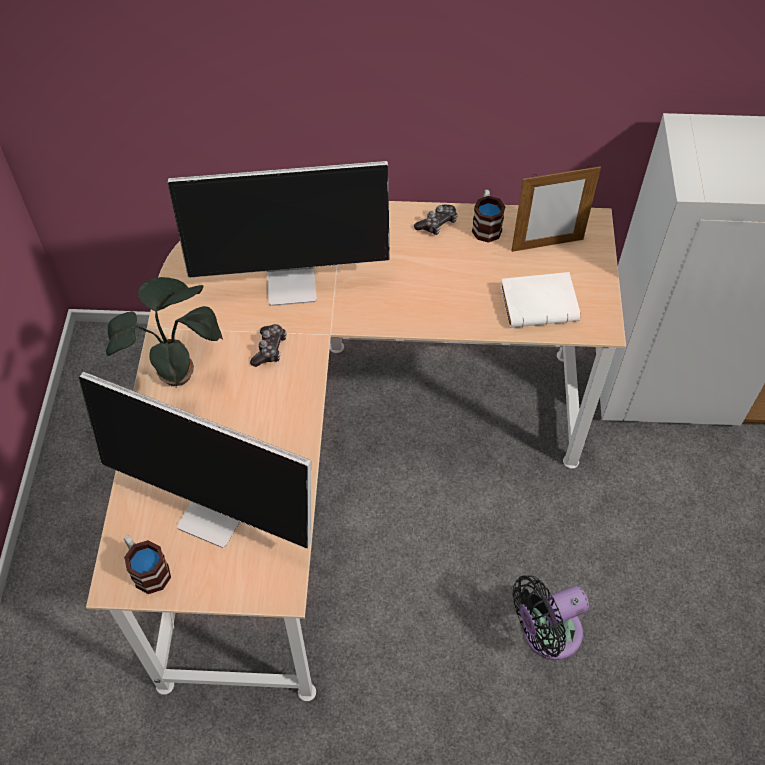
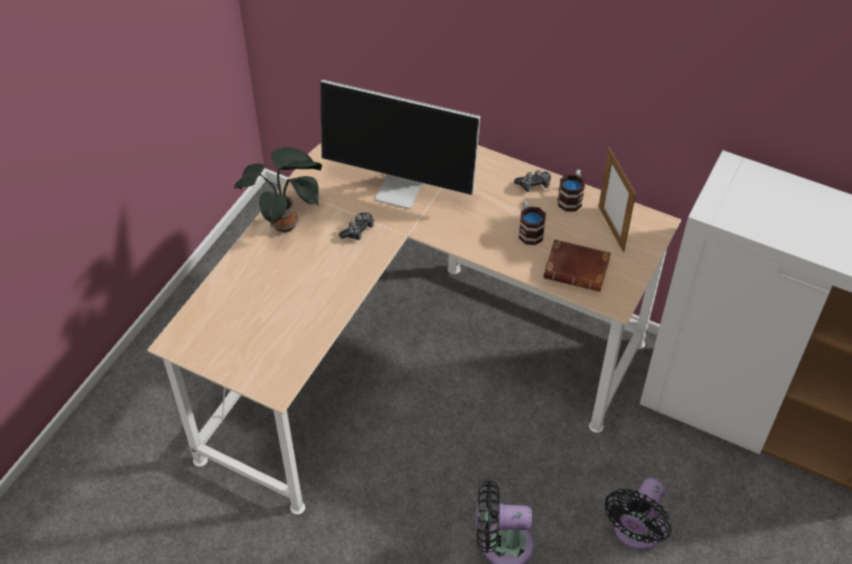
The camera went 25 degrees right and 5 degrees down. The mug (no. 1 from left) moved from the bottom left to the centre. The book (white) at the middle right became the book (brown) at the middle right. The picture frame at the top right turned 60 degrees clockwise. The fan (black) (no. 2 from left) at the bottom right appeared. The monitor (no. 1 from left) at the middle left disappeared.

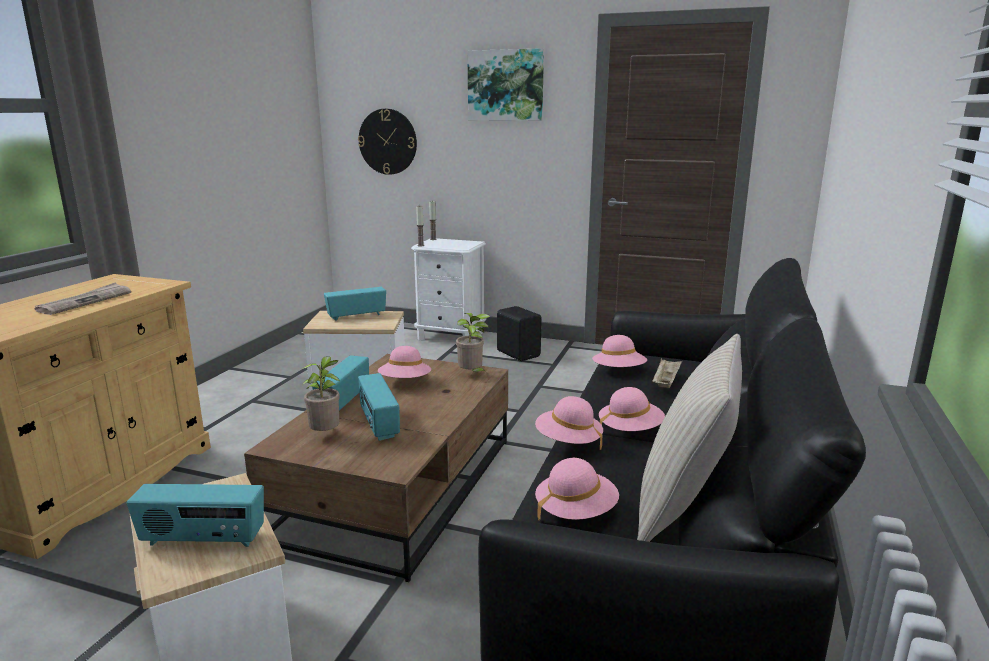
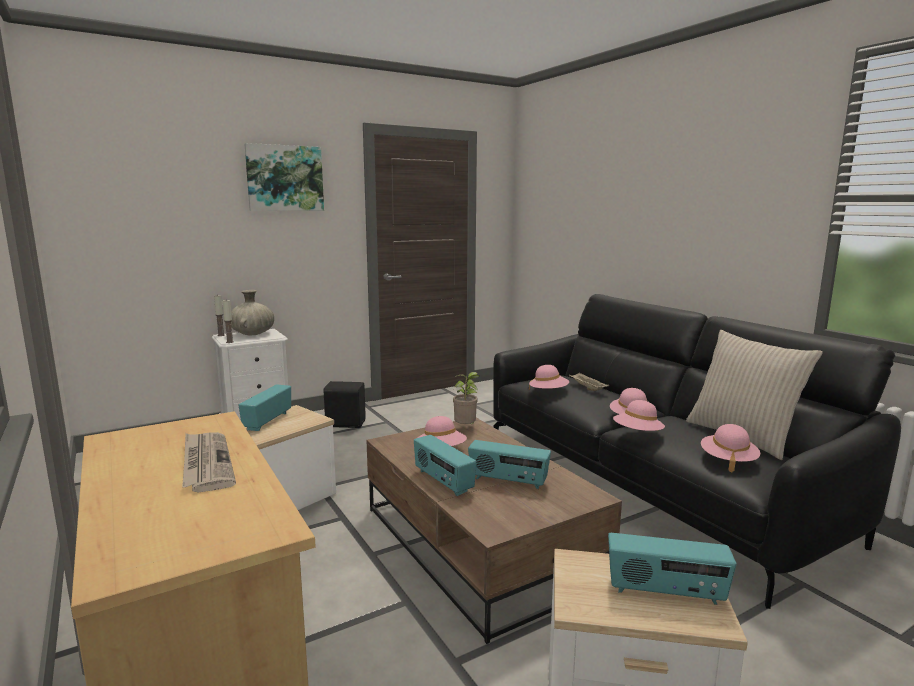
The camera went 50 degrees left and 5 degrees down. The vase (beige) at the middle left appeared. The radio (no. 1 from left in the first image) at the bottom left turned 60 degrees clockwise. The potted plant (no. 1 from left) at the middle left disappeared. The wall clock at the top centre disappeared.

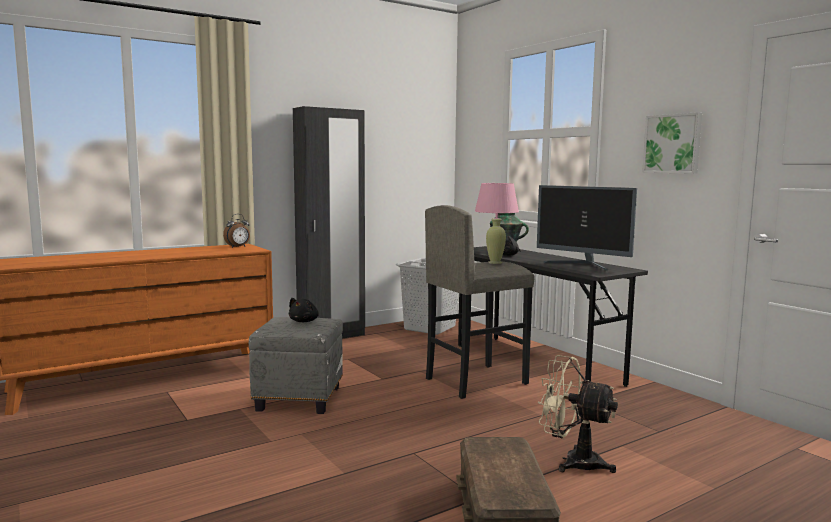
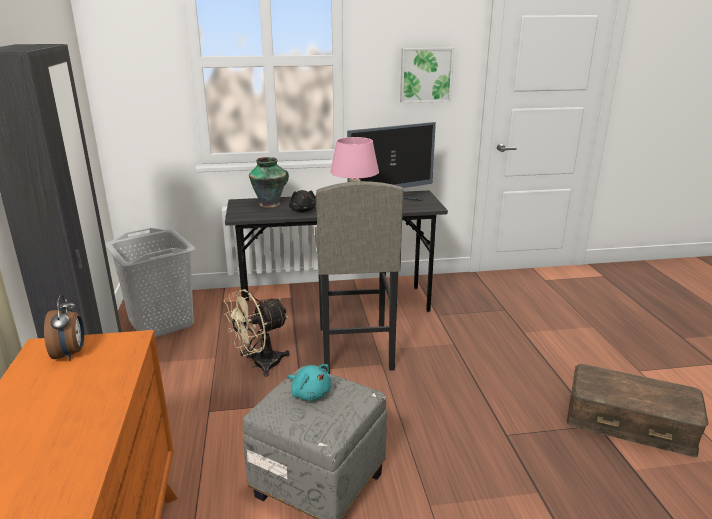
The camera went 65 degrees left and 15 degrees up. The fan (beige) moved from the bottom right to the centre. The plush toy (black) (no. 1 from left) at the centre became the plush toy (turquoise) at the bottom centre.

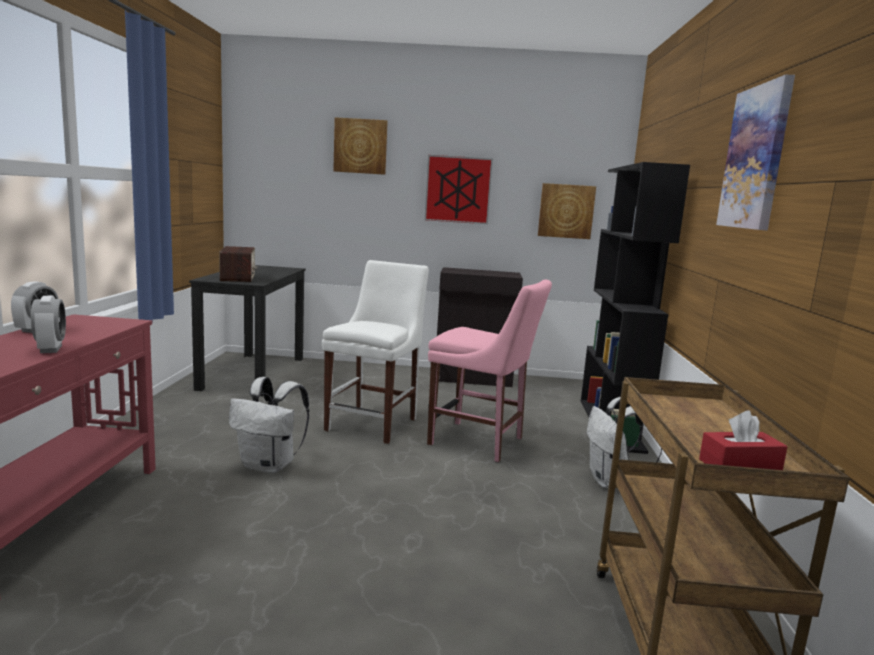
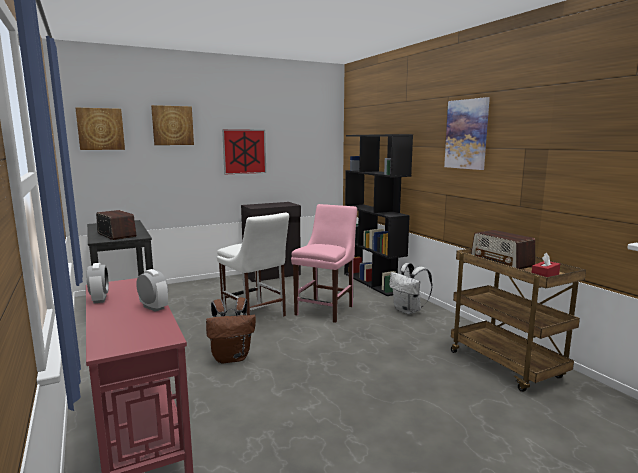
The camera went 30 degrees left and 0 degrees up. The picture (no. 3 from left in the first image) moved from the top centre to the top left. The backpack (white) (no. 1 from left) at the middle left became the backpack (brown) at the bottom centre. The chair (white) at the centre turned 150 degrees clockwise. The chair (pink) at the centre turned 60 degrees counterclockwise. The radio (no. 2 from left) at the middle right appeared.

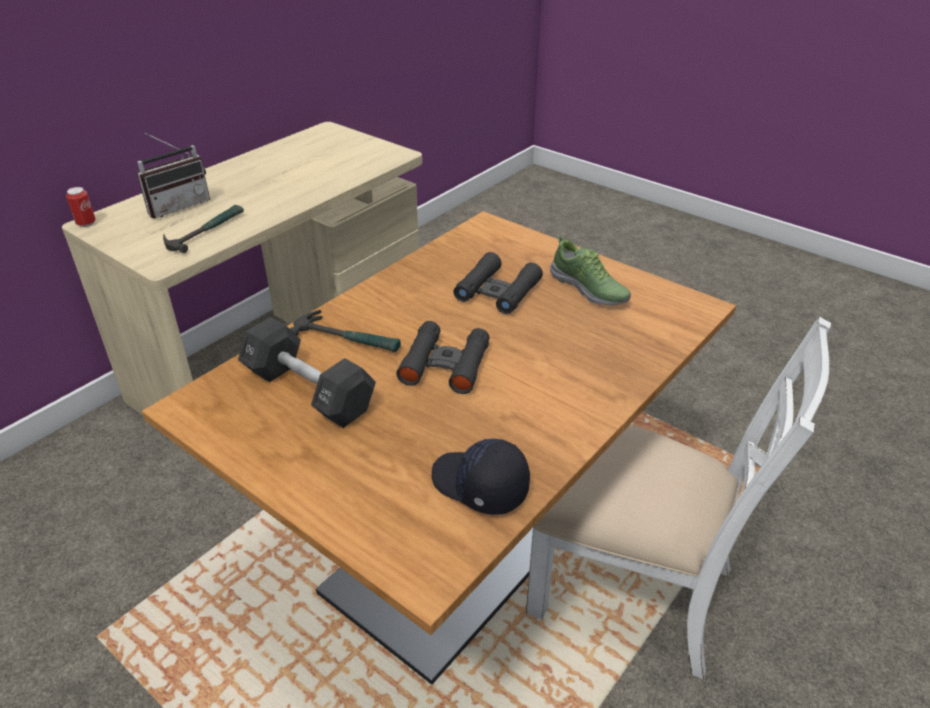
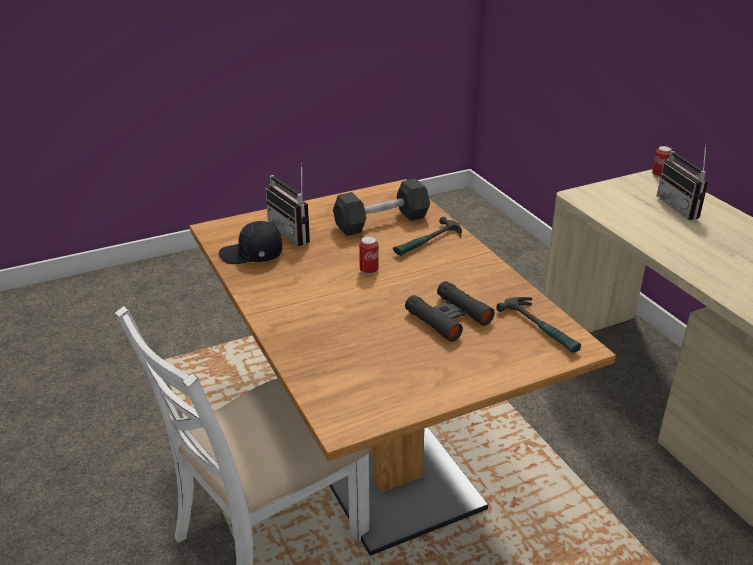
The camera went 115 degrees right and 5 degrees down. The cap (black) at the bottom centre turned 150 degrees counterclockwise. The radio (no. 1 from left) at the centre appeared. The binoculars (black) (no. 1 from left) at the centre was replaced by the can (no. 1 from left) at the centre. The hammer (no. 1 from left in the first image) moved from the top left to the middle right. The shoe at the centre disappeared.

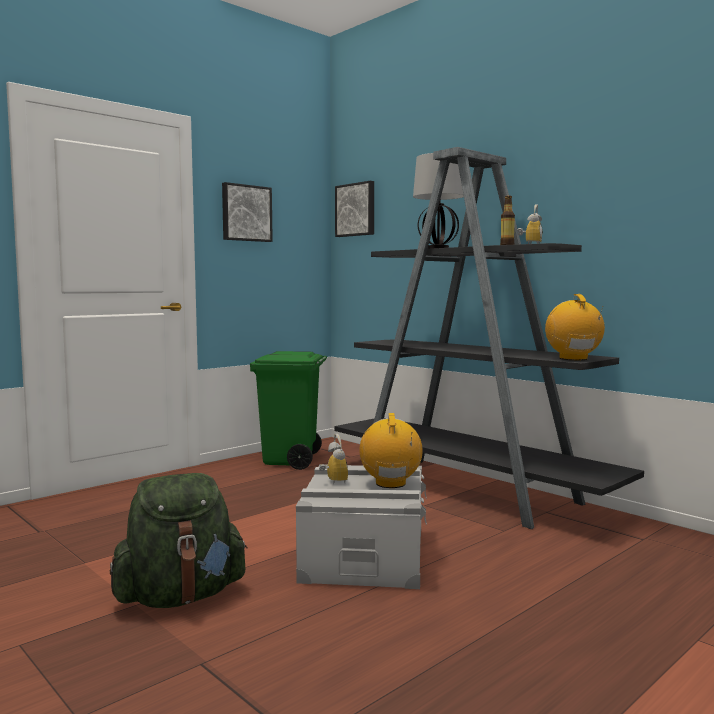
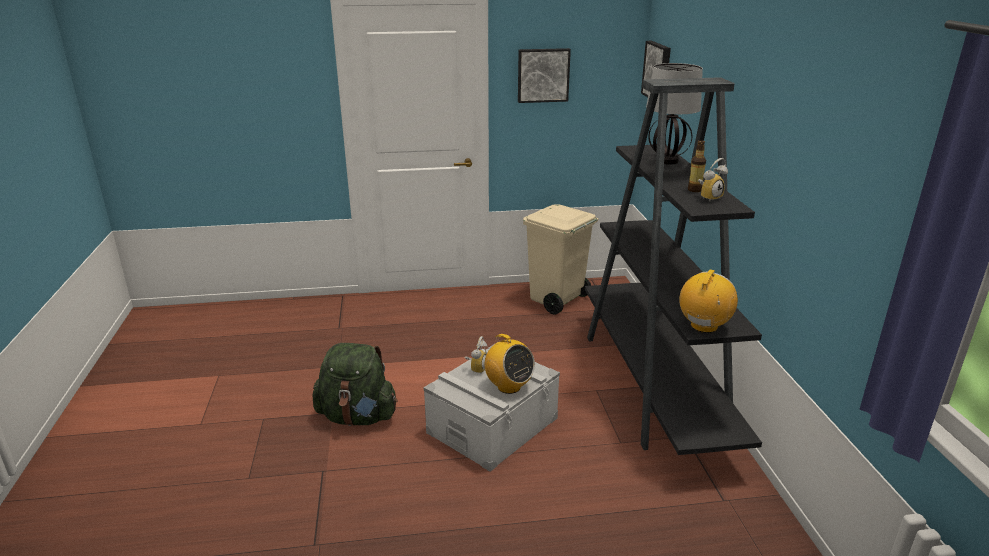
The camera went 35 degrees right and 20 degrees up. The radio (no. 1 from left) at the centre turned 105 degrees clockwise. The trash can (green) at the centre became the trash can (beige) at the centre.

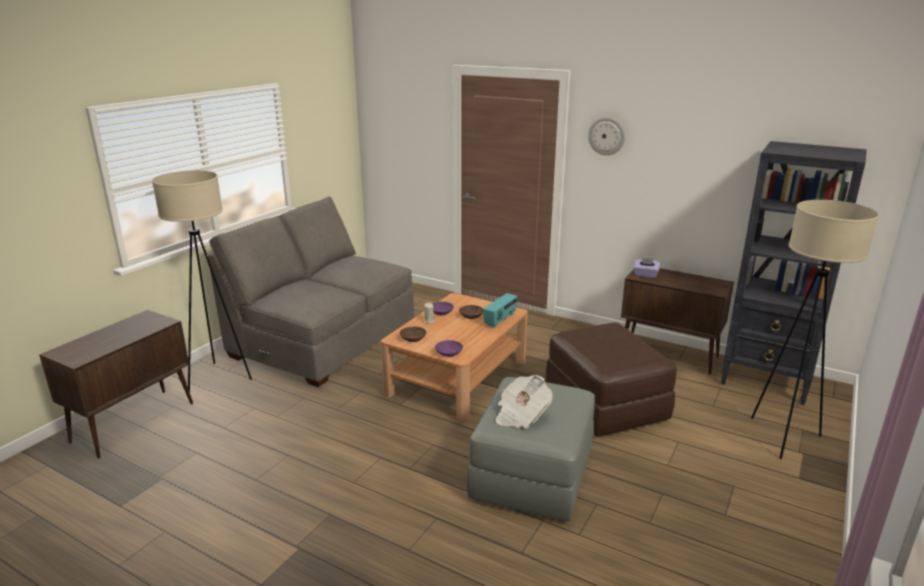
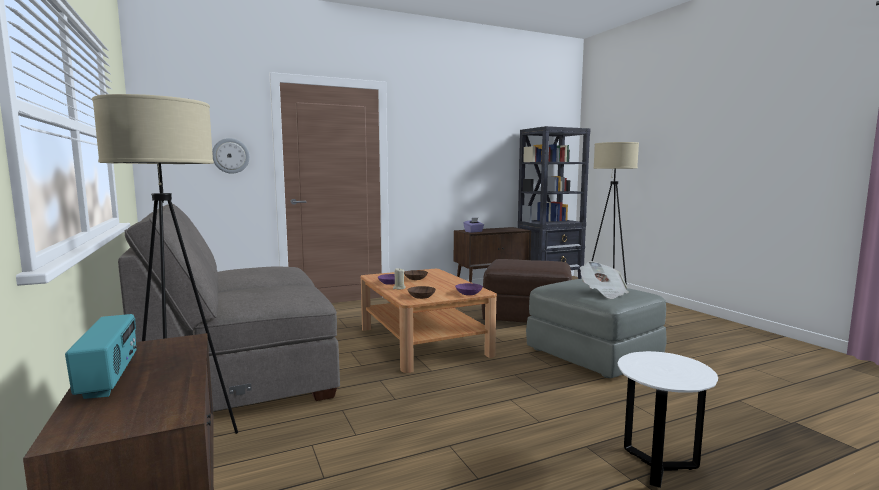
The camera went 55 degrees left and 15 degrees down. The radio moved from the centre to the bottom left. The wall clock moved from the top centre to the top left. The side table (white) at the bottom right appeared.

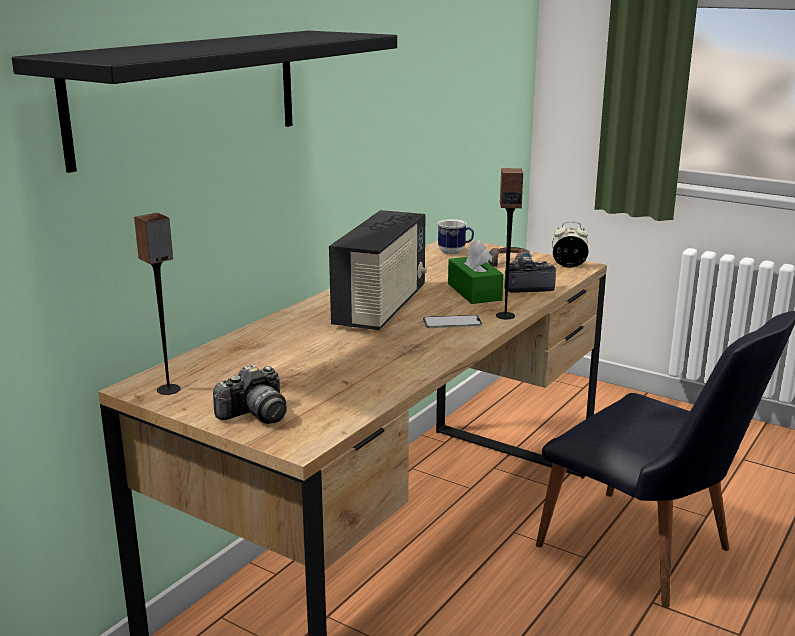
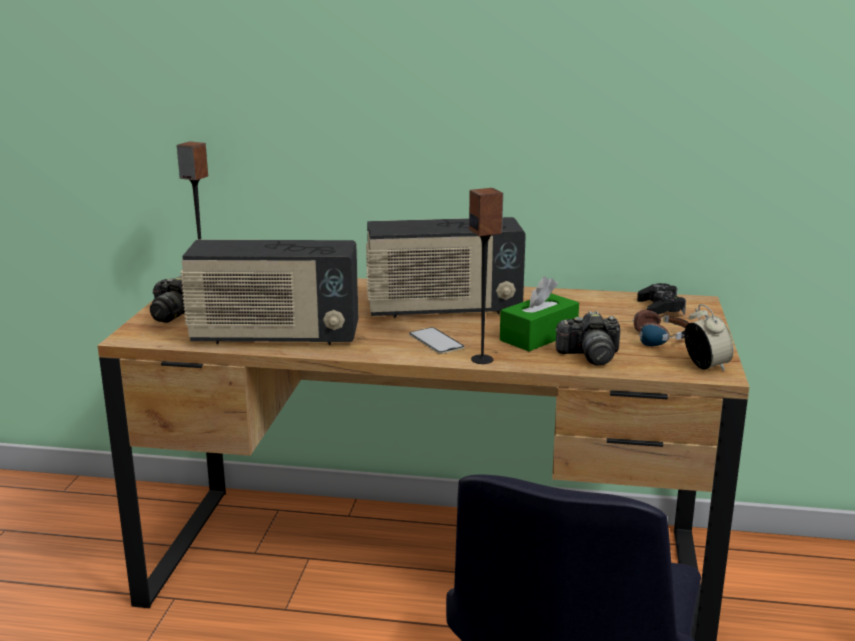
The camera went 65 degrees right and 0 degrees up. The radio (no. 1 from left) at the middle left appeared. The photo camera (no. 2 from left) at the middle right turned 120 degrees clockwise. The mug at the centre was replaced by the game controller (black) at the middle right. The shelf (black) at the top left disappeared.

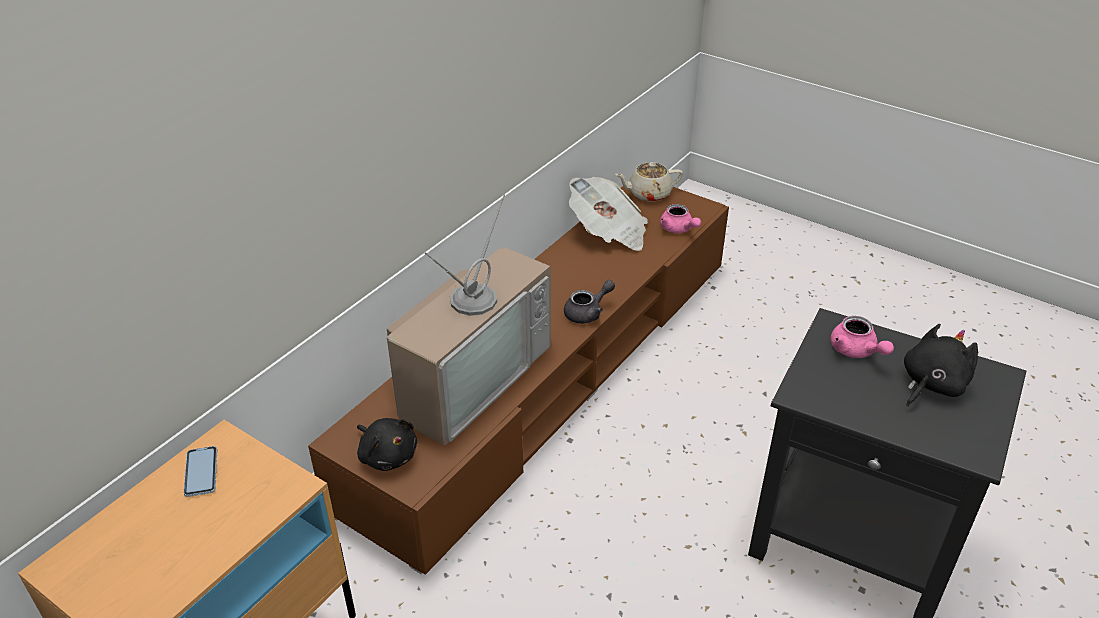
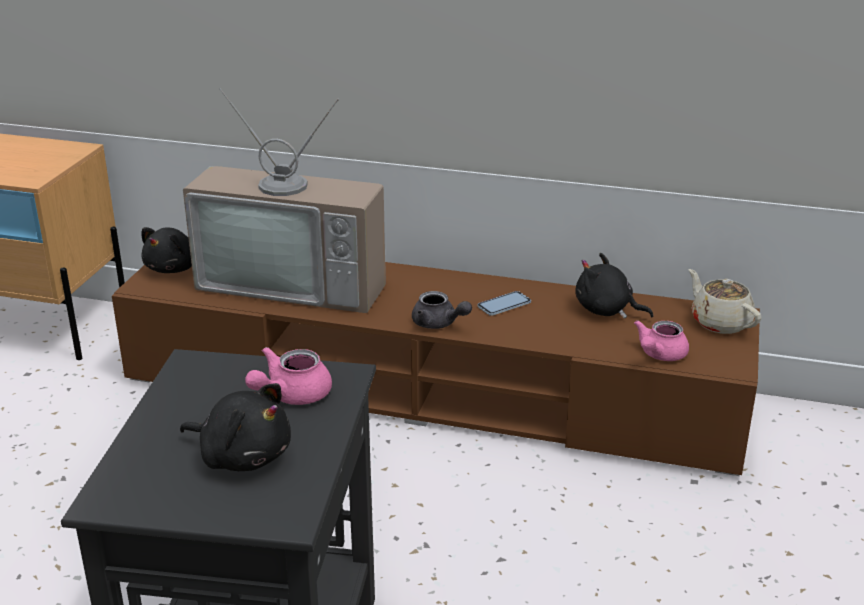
The camera went 70 degrees right and 10 degrees down. The phone moved from the bottom left to the centre. The newspaper at the centre was replaced by the plush toy (black) (no. 3 from left) at the middle right.

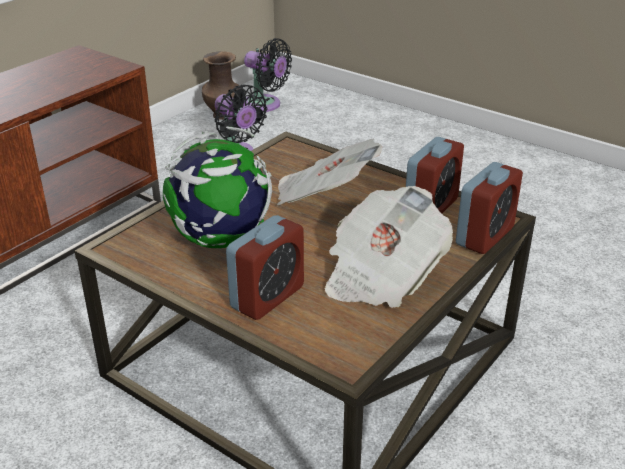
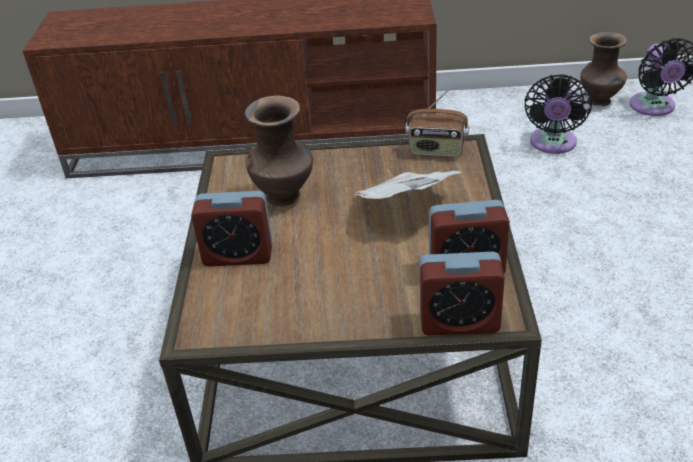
The camera went 55 degrees right and 5 degrees up. The globe at the centre was replaced by the vase (brown) (no. 1 from left) at the top centre. The radio at the top centre appeared. The newspaper (no. 2 from left) at the centre disappeared.

